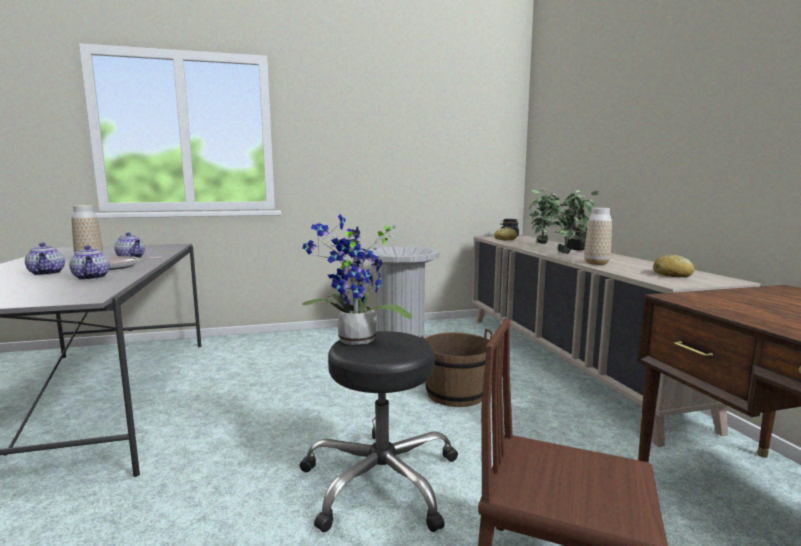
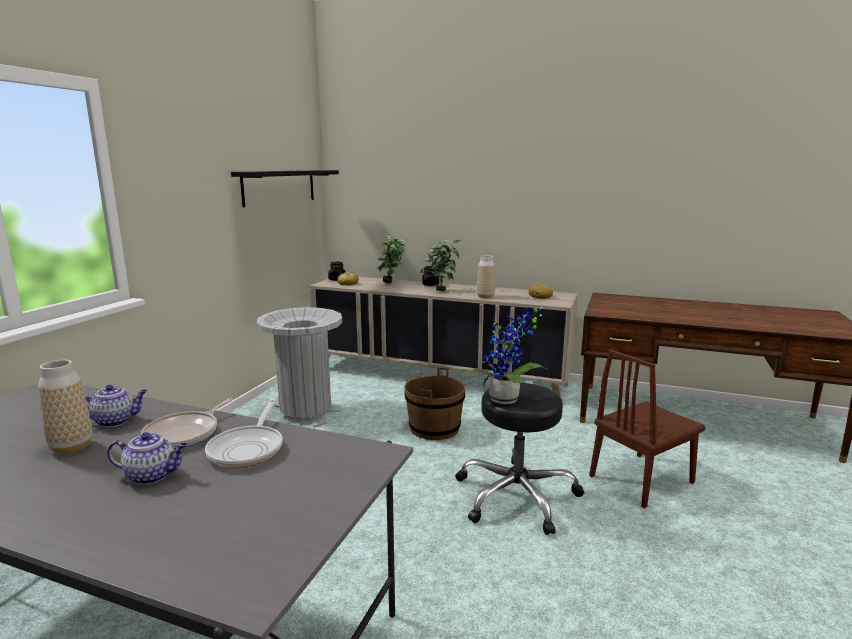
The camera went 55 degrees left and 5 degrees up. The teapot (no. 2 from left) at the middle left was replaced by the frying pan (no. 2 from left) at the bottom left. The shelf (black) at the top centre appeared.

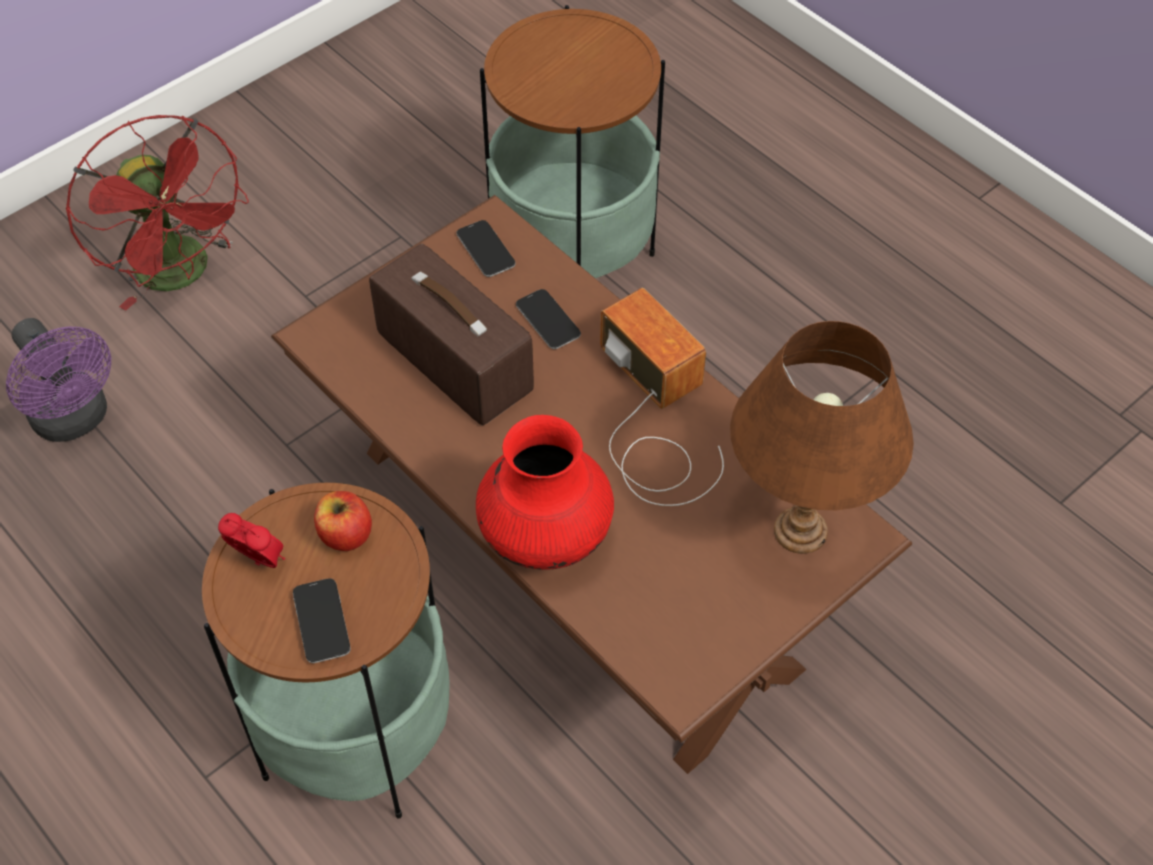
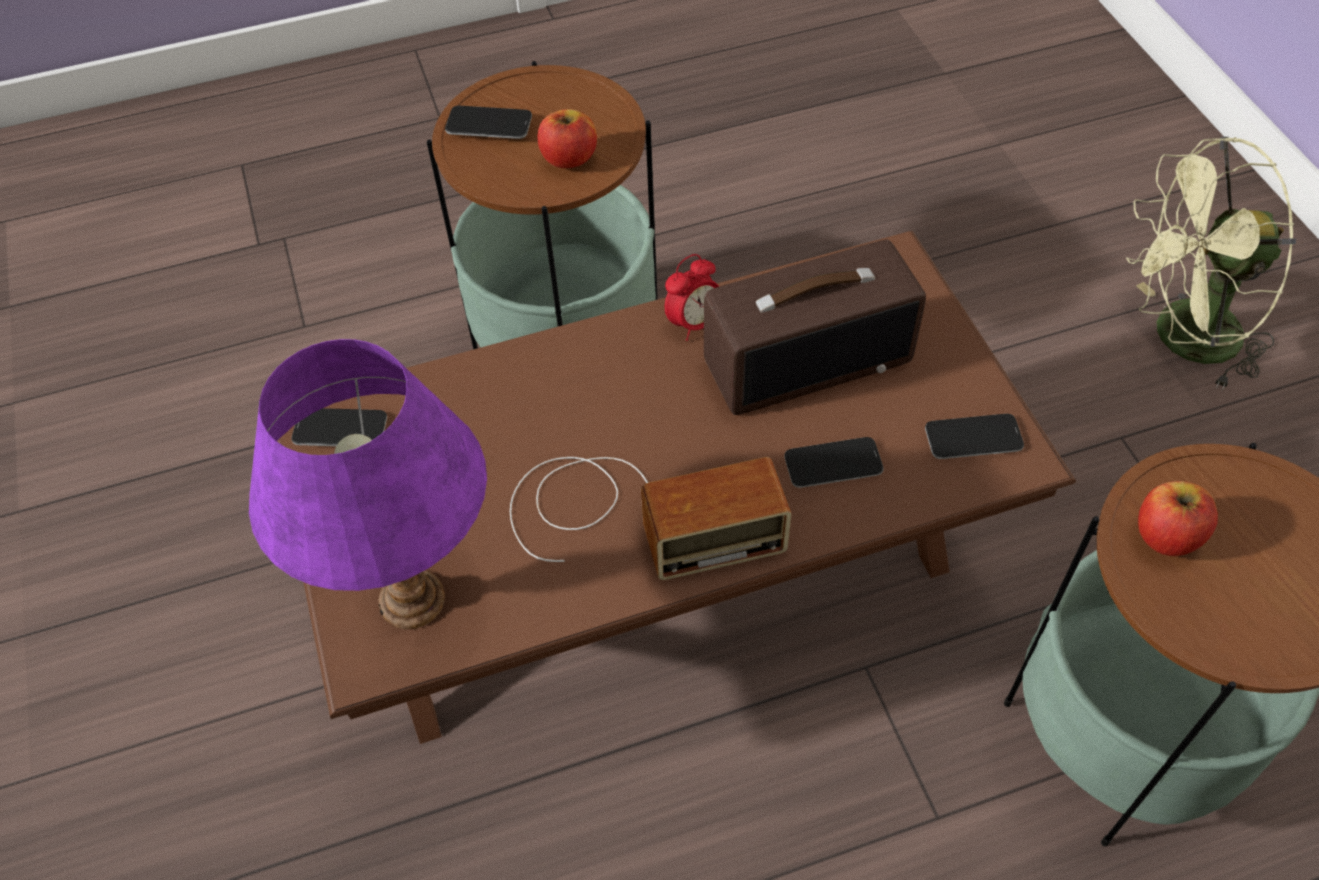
The camera went 115 degrees right and 0 degrees up. The table lamp (brown) at the middle right became the table lamp (purple) at the middle left. The phone (no. 1 from left) at the middle left appeared. The alarm clock moved from the middle left to the centre. The fan (red) at the top left became the fan (green) at the top right. The apple (no. 2 from left) at the middle right appeared. The fan (purple) at the middle left disappeared. The vase (red) at the centre disappeared.

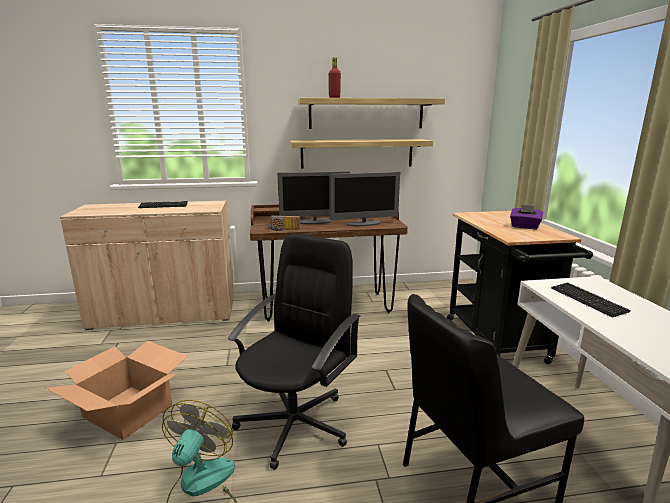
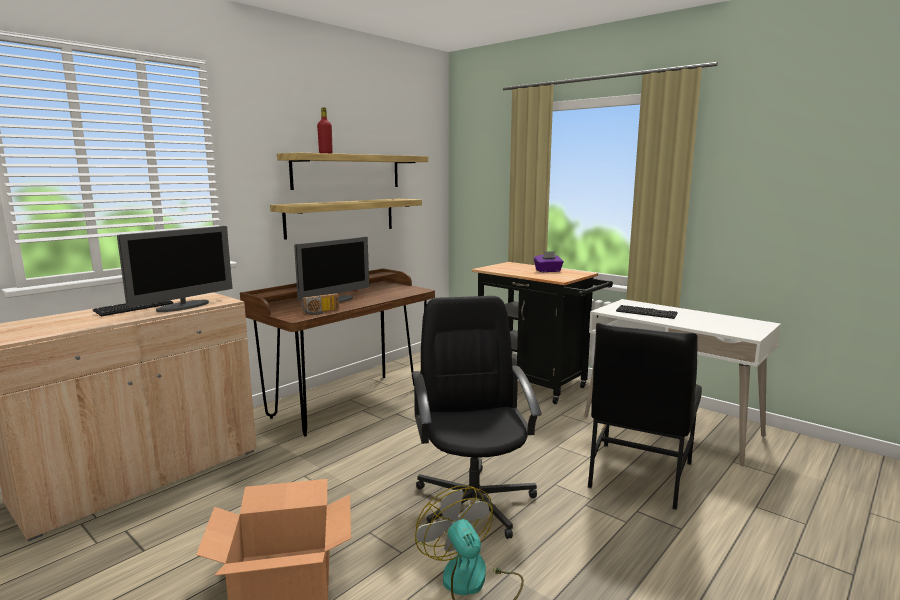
The camera went 40 degrees left and 5 degrees down. The monitor (no. 2 from left in the first image) moved from the centre to the middle left.

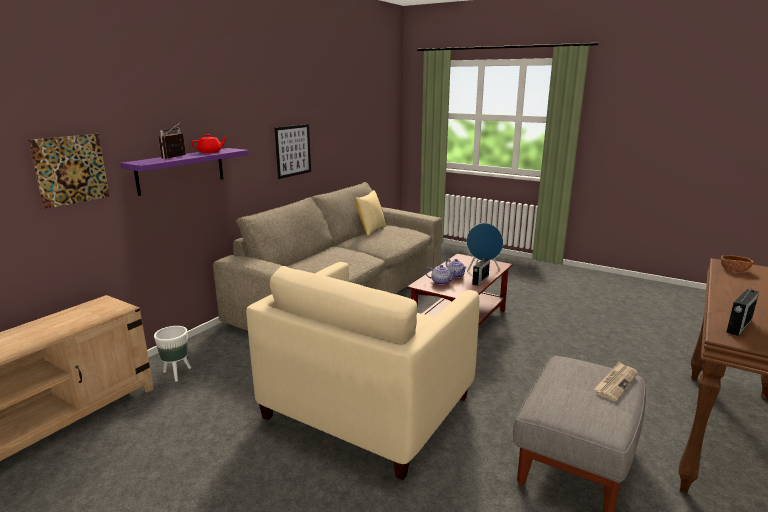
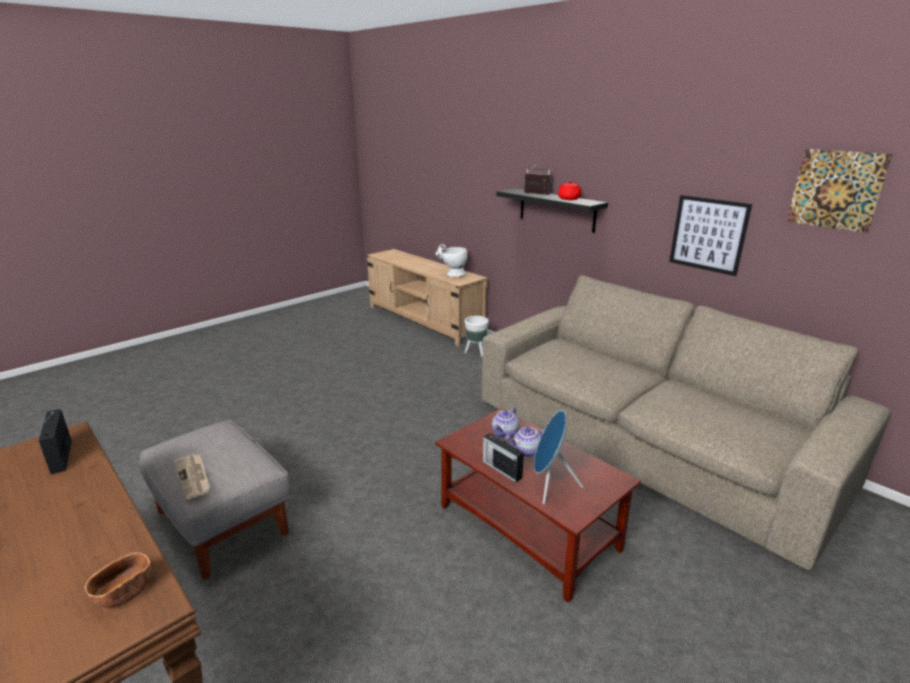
The camera went 105 degrees right and 5 degrees up. The vase (white) at the centre appeared. The shelf (purple) at the middle left became the shelf (black) at the top centre. The picture (no. 1 from left in the first image) moved from the middle left to the top right. The armchair (beige) at the bottom centre disappeared. The pillow at the centre disappeared.

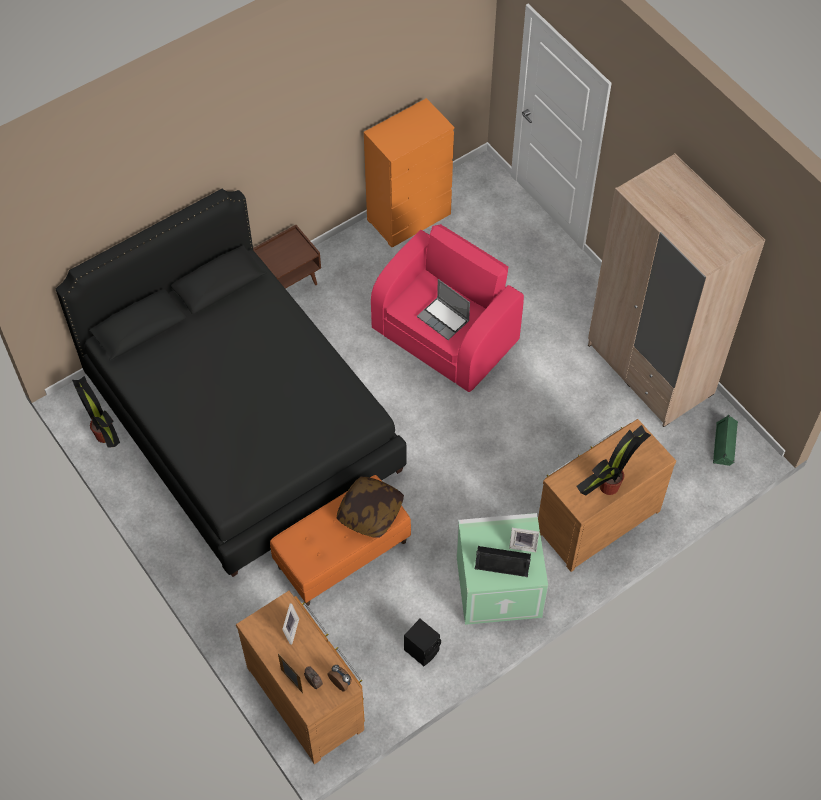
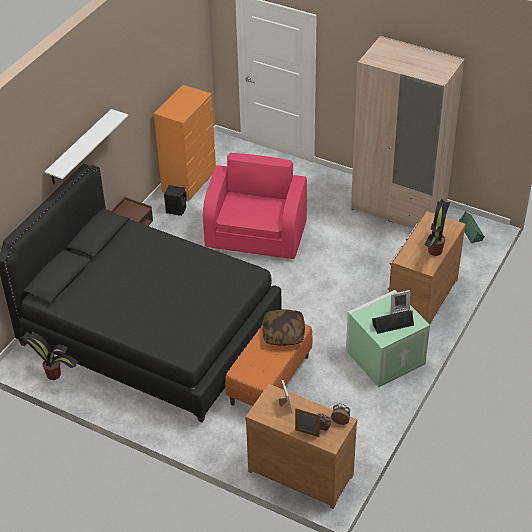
The camera went 25 degrees left and 15 degrees down. The shelf (white) at the top left appeared. The speaker (black) (no. 1 from left) moved from the bottom centre to the middle left. The laptop at the centre disappeared.

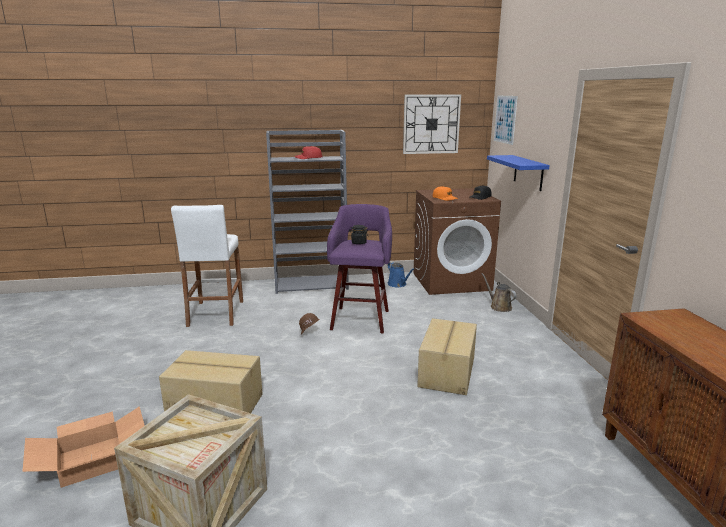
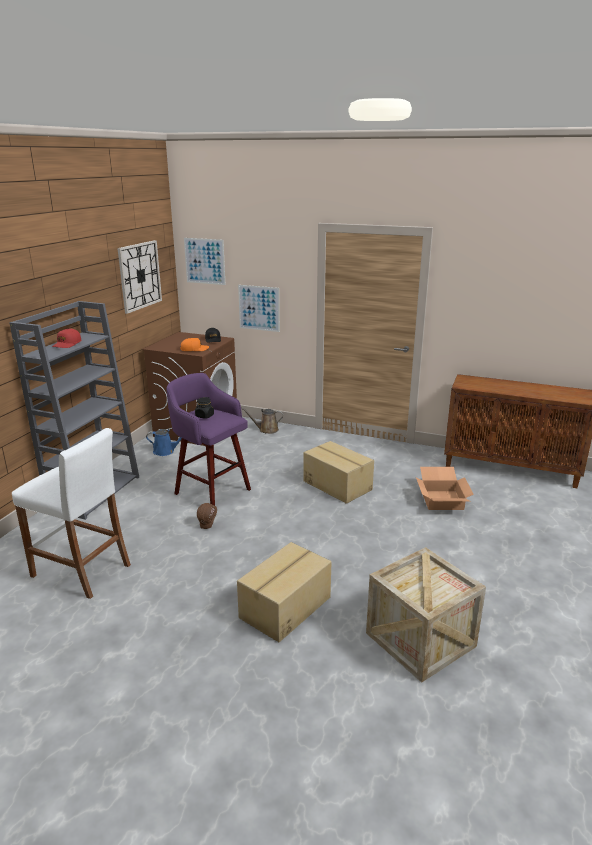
The camera went 60 degrees left and 5 degrees up. The shelf (blue) at the top right was replaced by the picture (no. 2 from left) at the centre. The cardboard box (no. 1 from left in the first image) moved from the bottom left to the middle right.

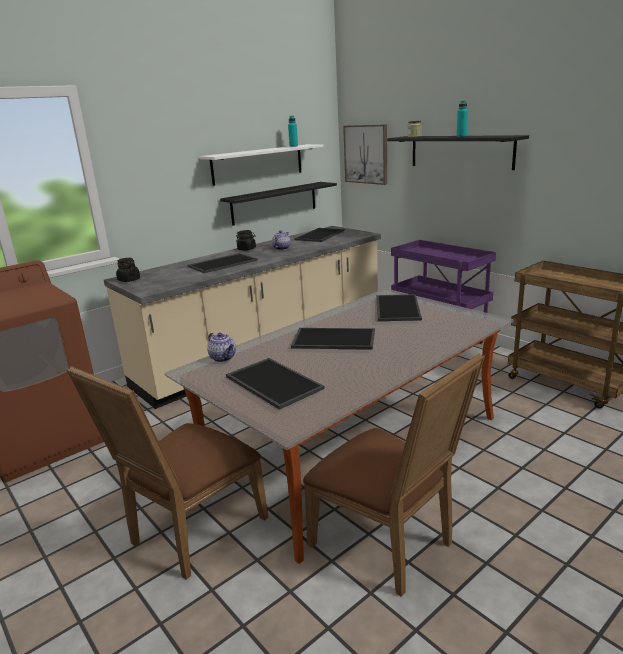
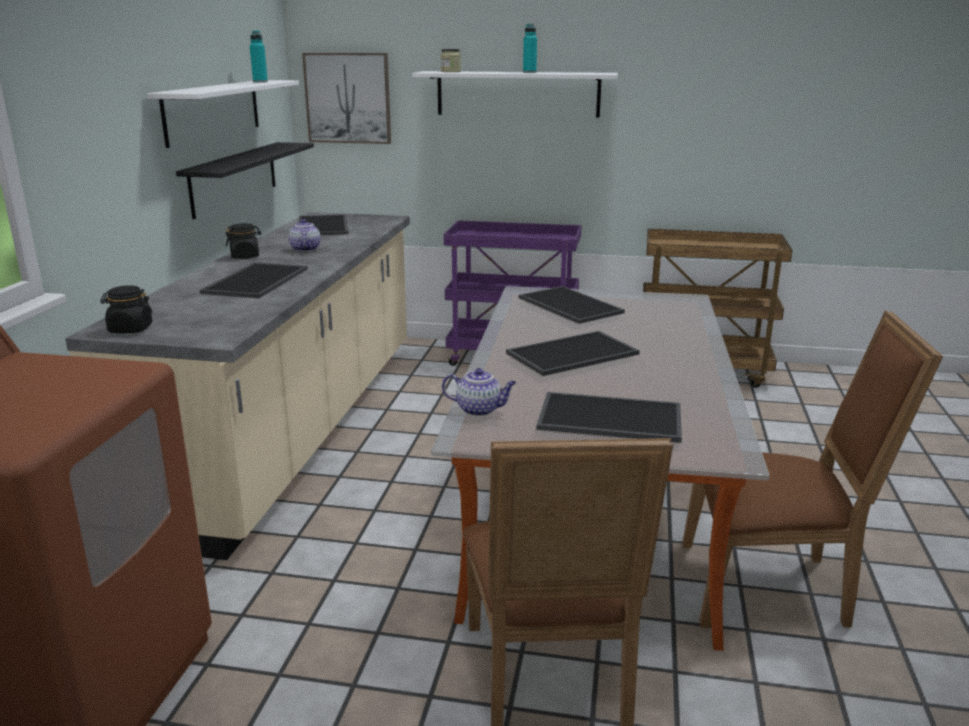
The camera went 40 degrees left and 0 degrees up. The shelf (black) (no. 2 from left) at the top right became the shelf (white) (no. 2 from left) at the top centre.

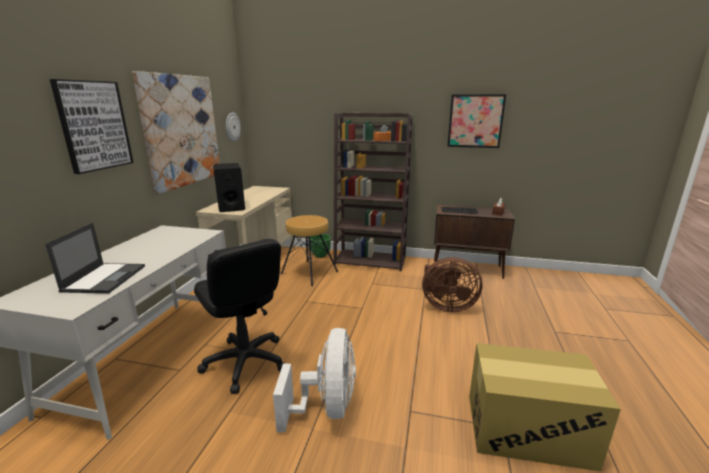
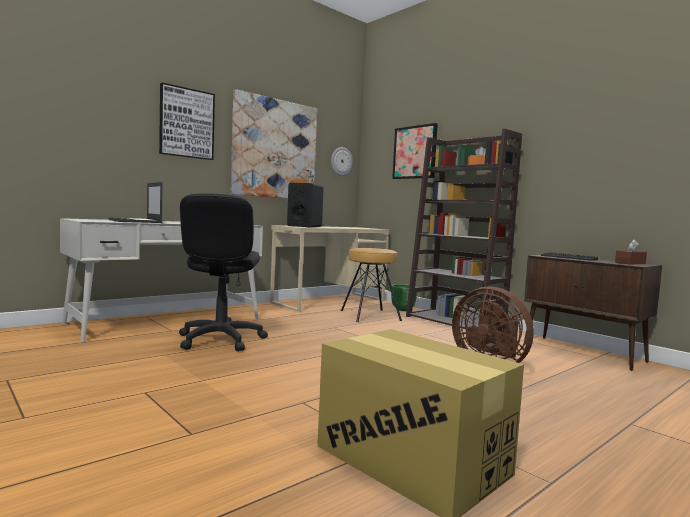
The camera went 35 degrees right and 15 degrees down. The laptop at the middle left turned 105 degrees clockwise. The picture (no. 3 from left) moved from the top right to the top centre. The fan (white) at the bottom centre disappeared.

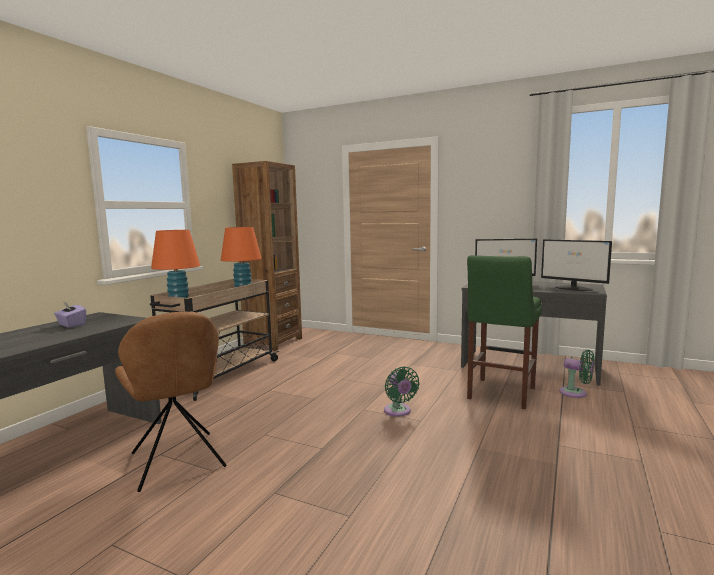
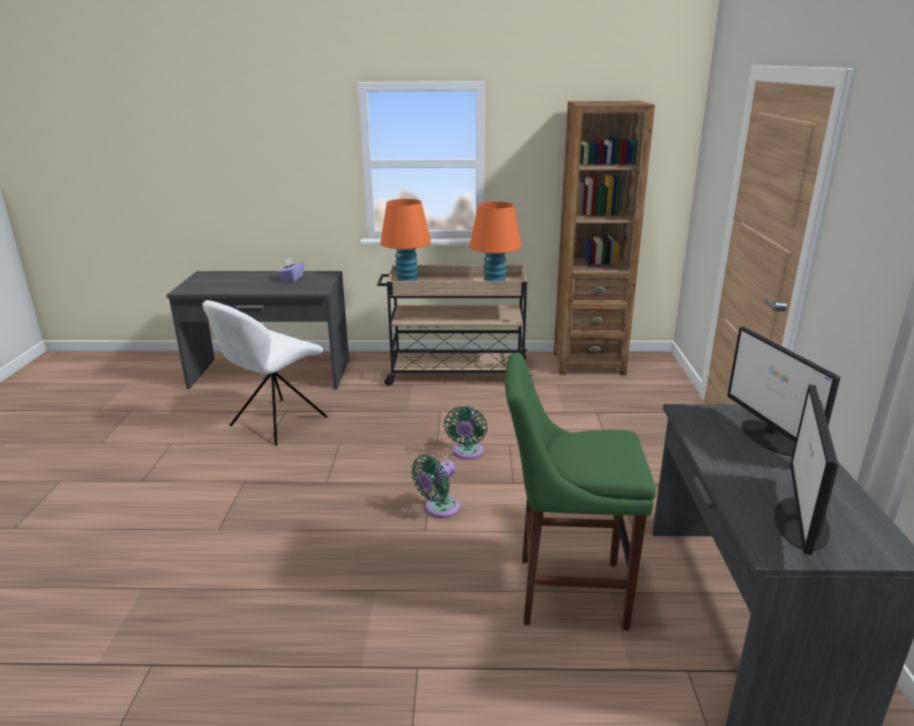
The camera went 65 degrees right and 15 degrees up. The chair (brown) at the bottom left became the chair (white) at the middle left. The fan (green) (no. 2 from left) moved from the middle right to the centre.

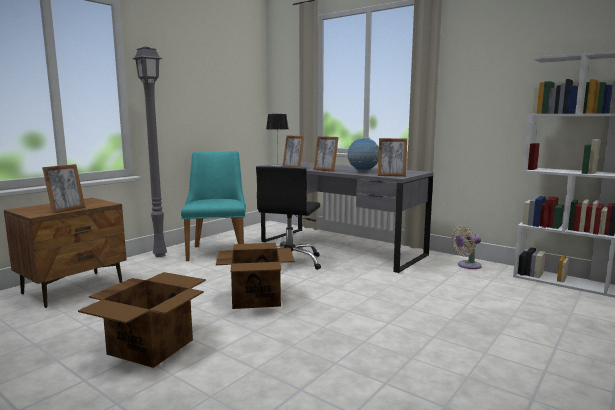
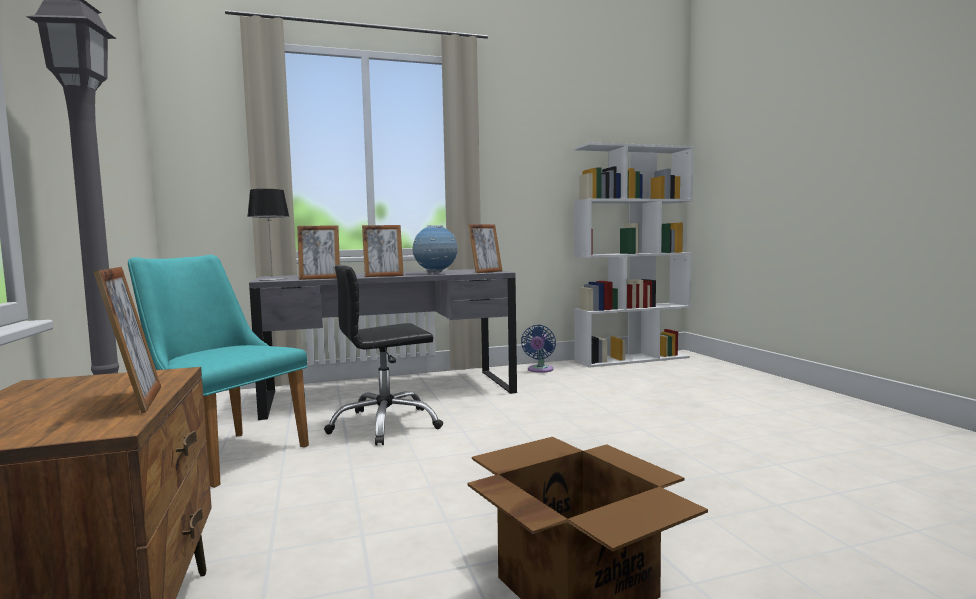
The camera went 55 degrees left and 5 degrees down. The office chair (black) at the centre turned 105 degrees clockwise. The fan (beige) at the middle right became the fan (blue) at the centre. The cardboard box (no. 2 from left) at the bottom centre disappeared.

